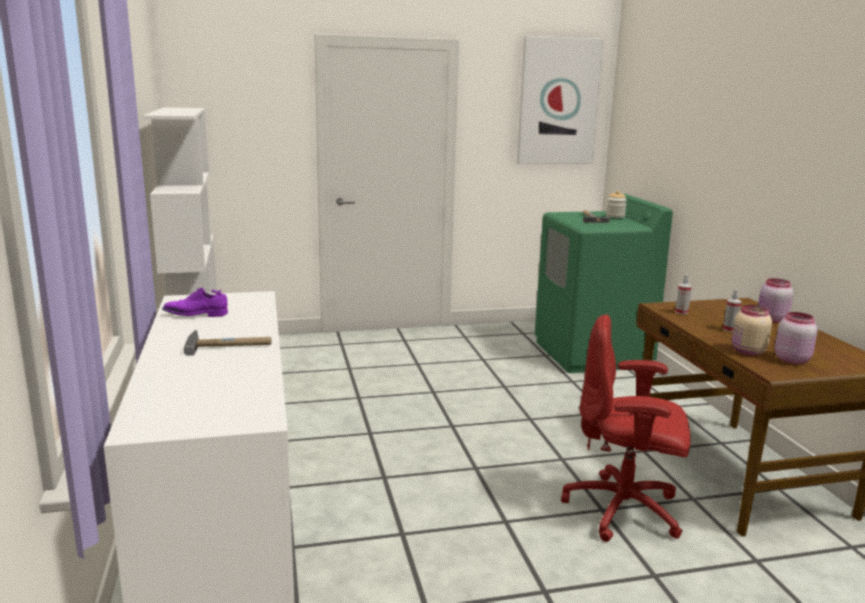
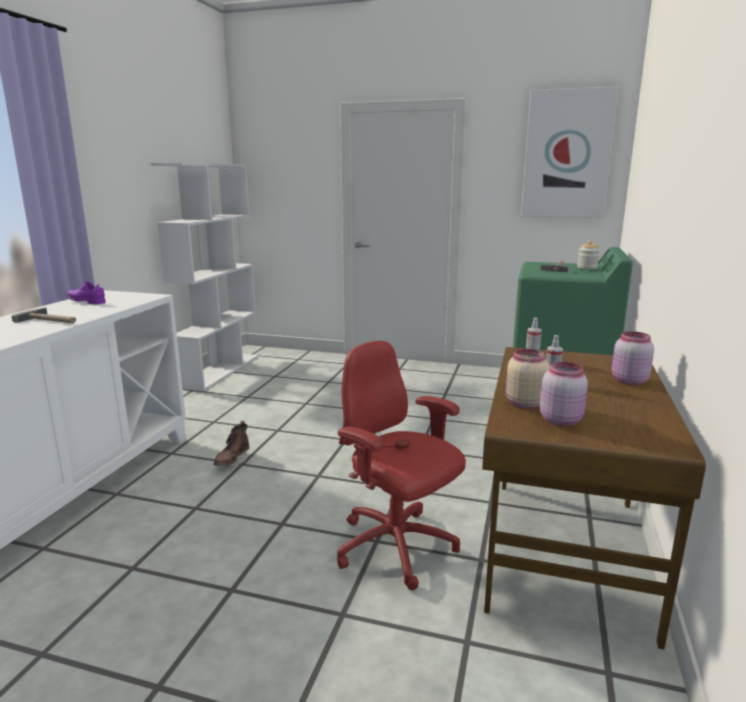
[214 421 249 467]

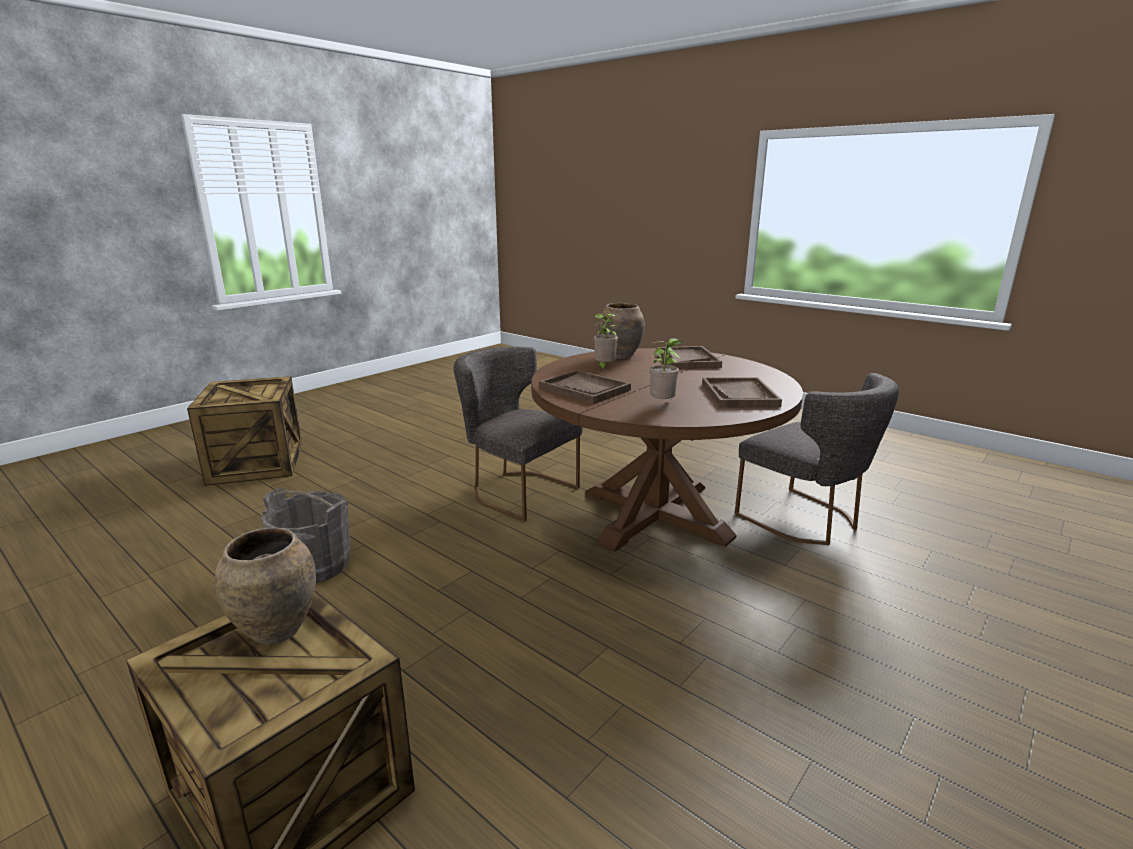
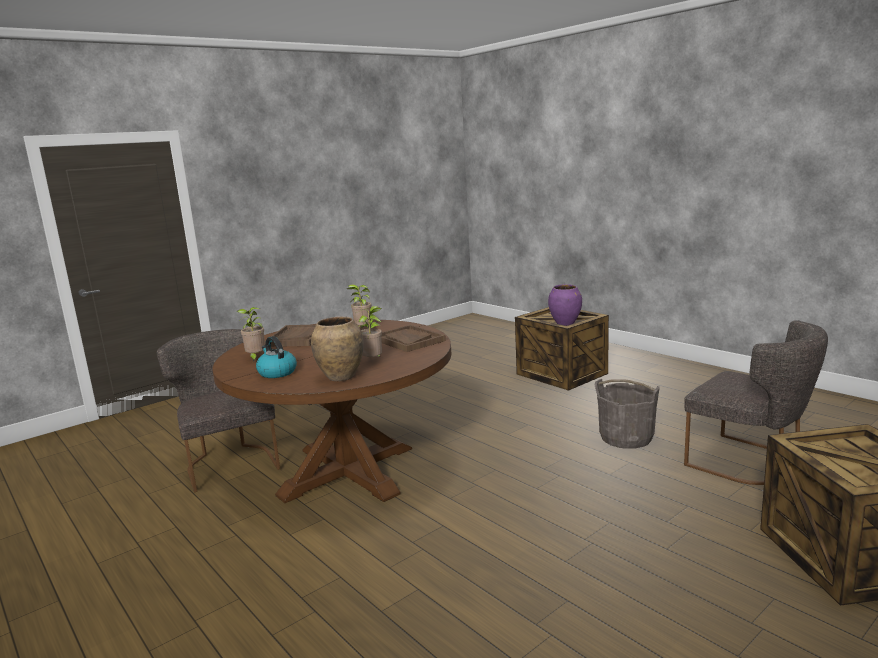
[256 336 297 378]
[684 320 828 485]
[548 284 582 326]
[237 307 265 362]

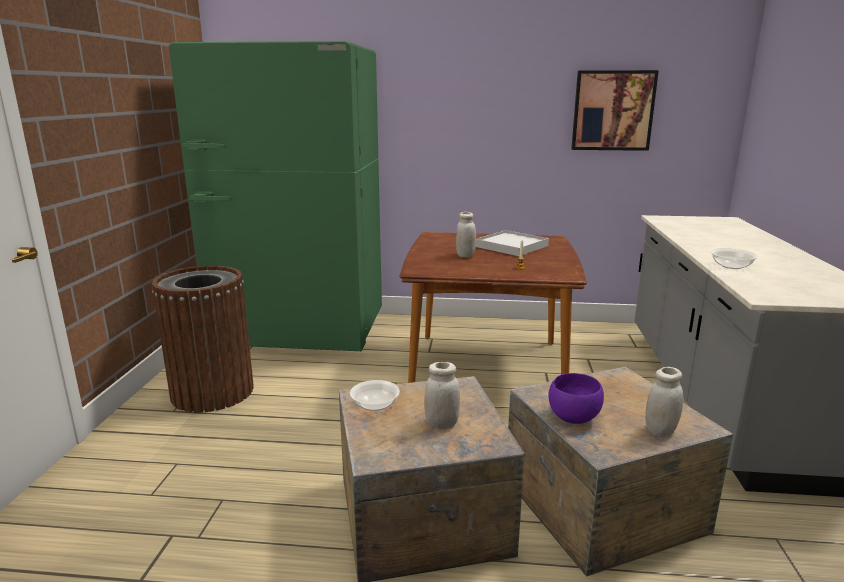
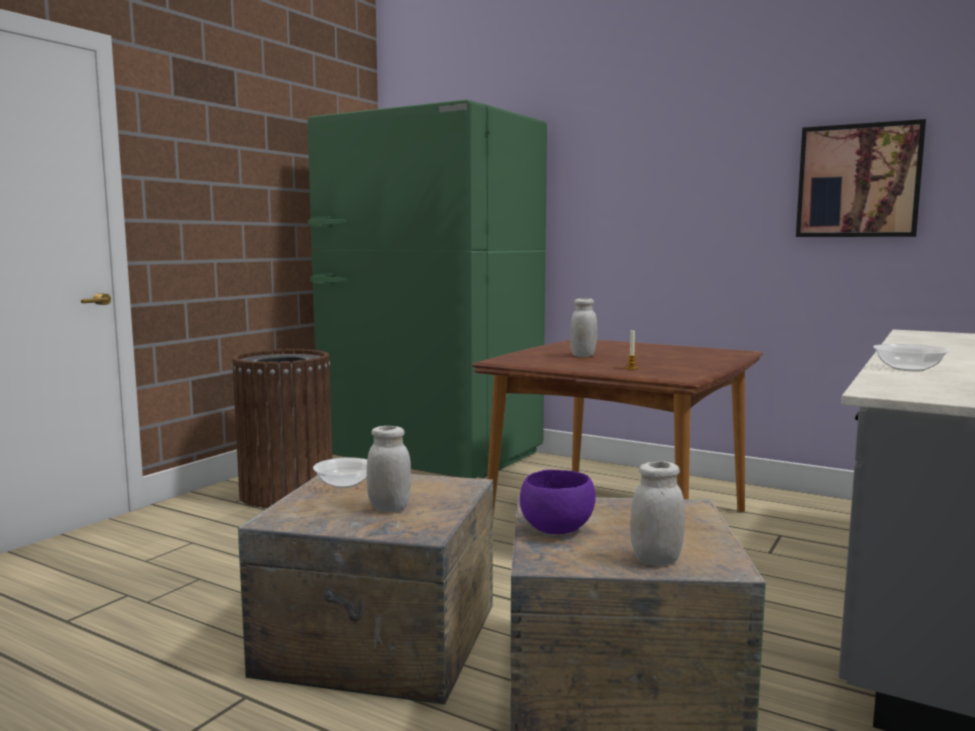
[475 230 549 256] (first image)

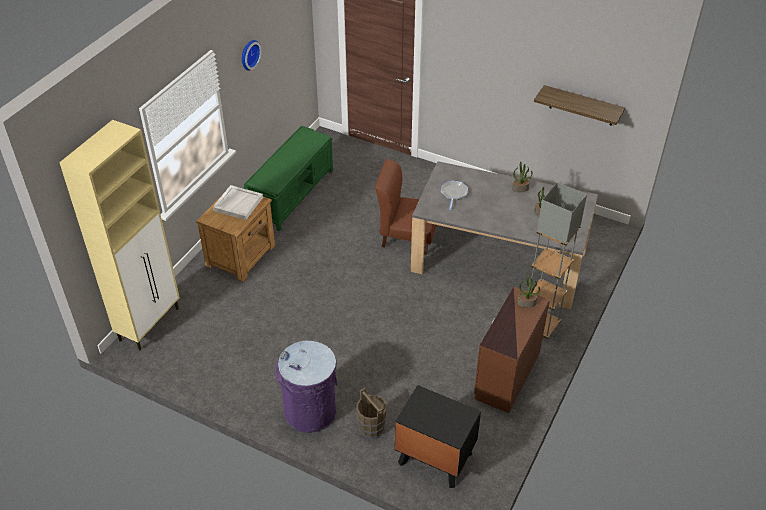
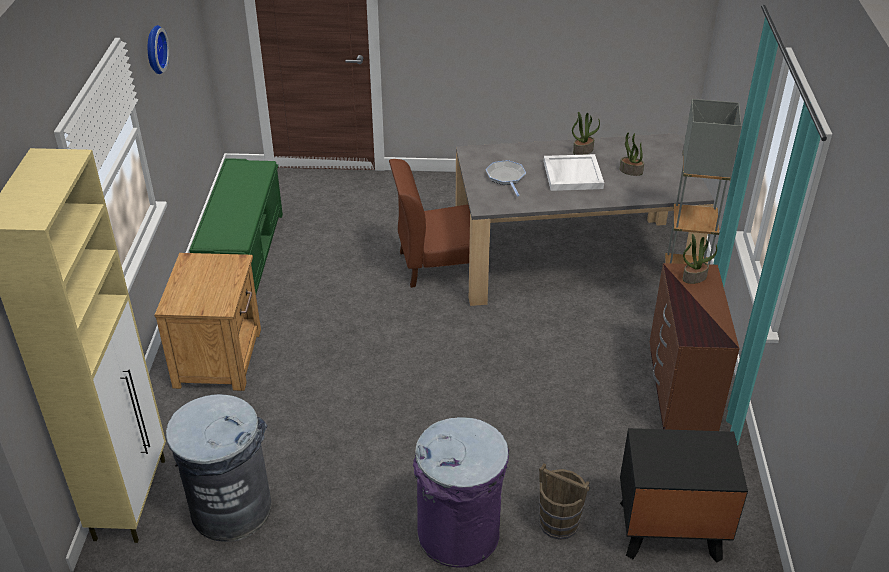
[534 85 625 126] (first image)
[544 154 604 191]
[166 394 271 542]

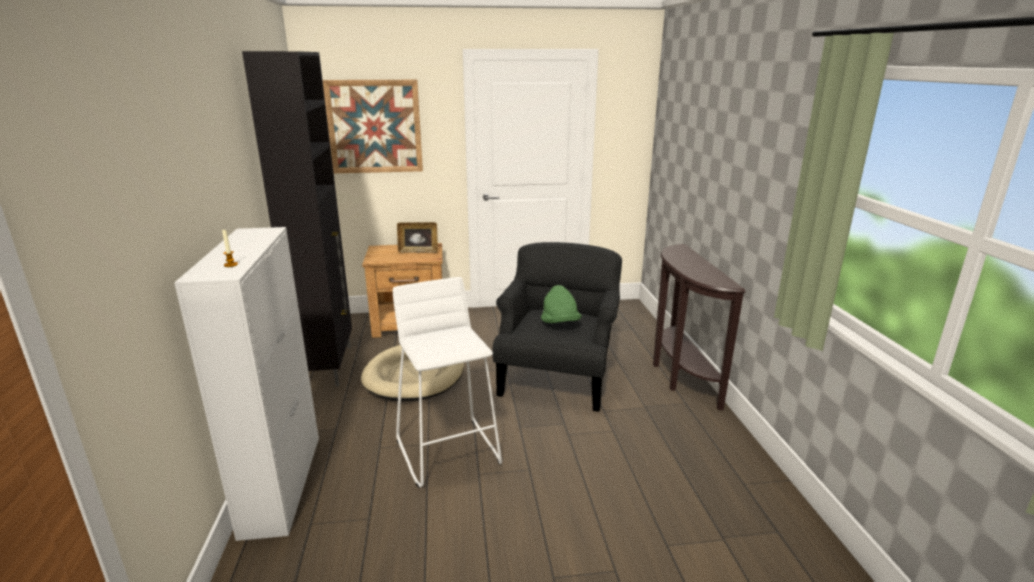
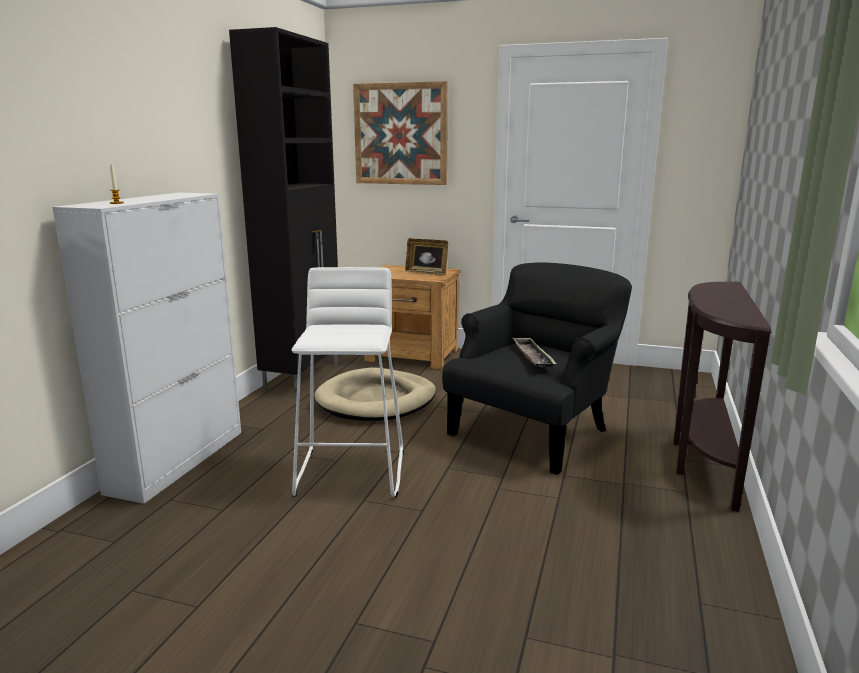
[512 337 557 368]

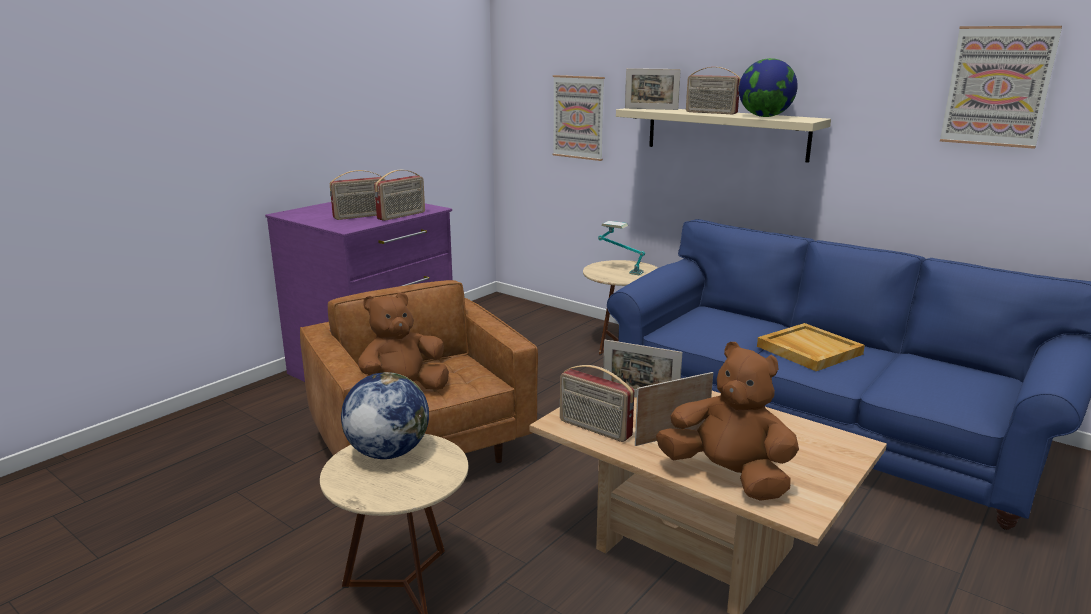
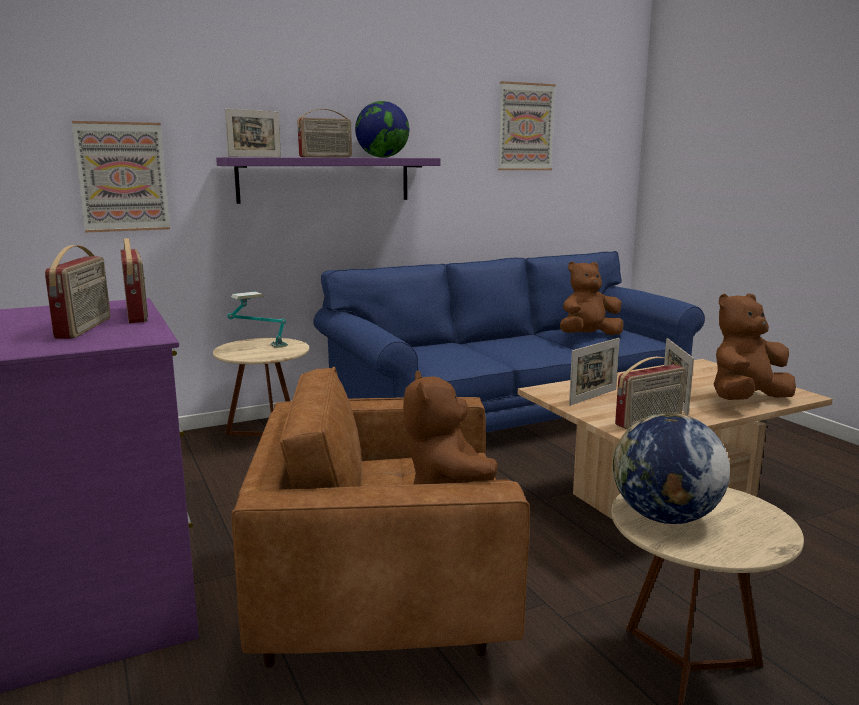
[216 157 440 204]
[757 323 865 371] (first image)
[560 261 623 335]

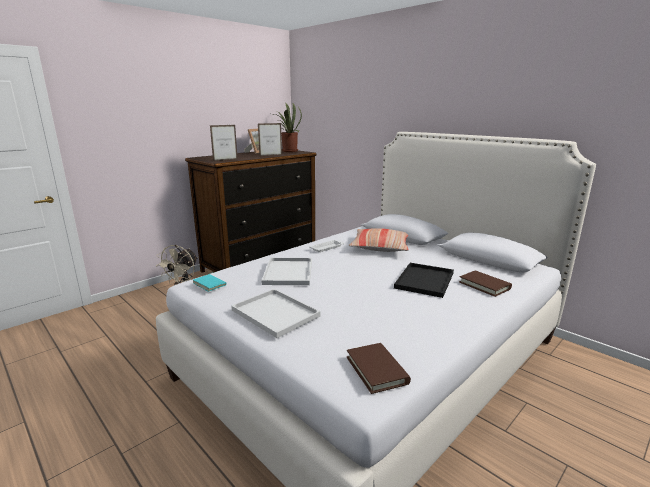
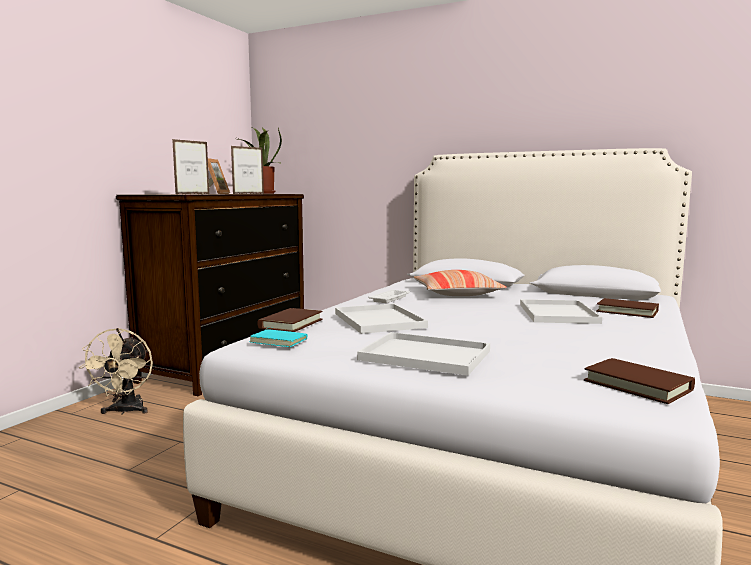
[520 299 602 324]
[257 308 323 332]

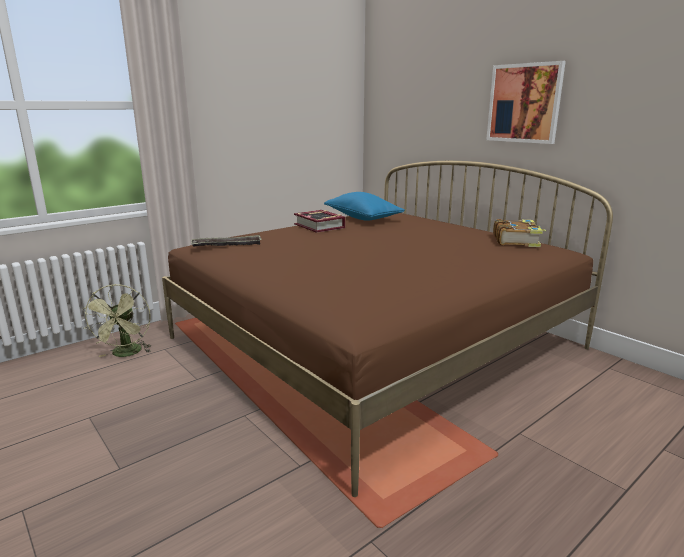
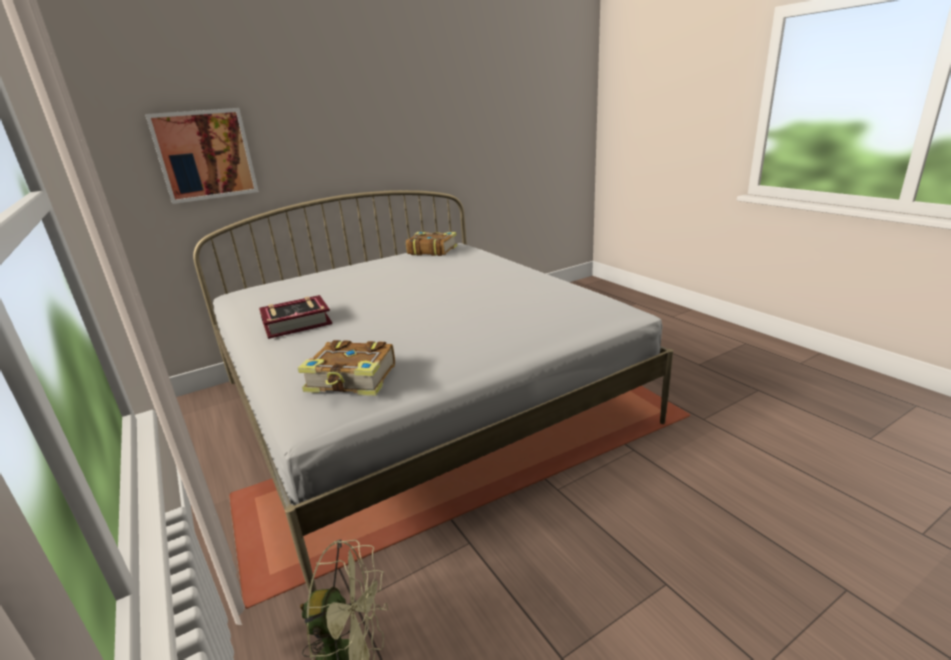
[145 108 259 204]
[193 190 673 593]
[324 192 405 221] (first image)
[298 340 395 396]

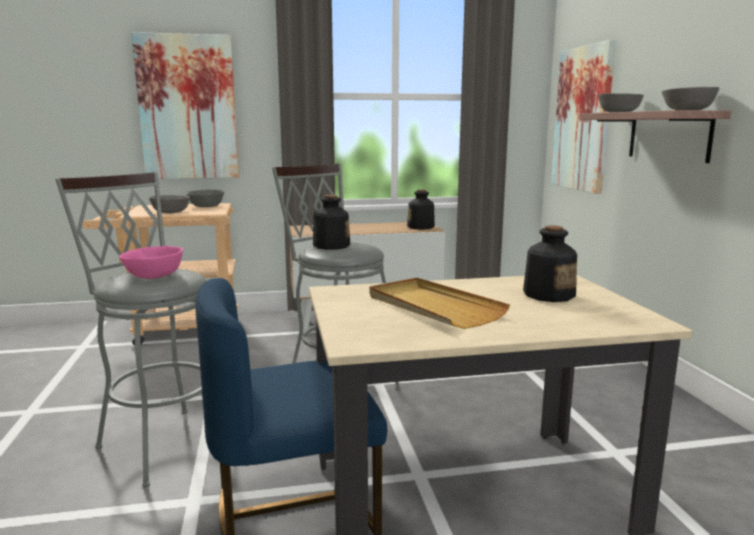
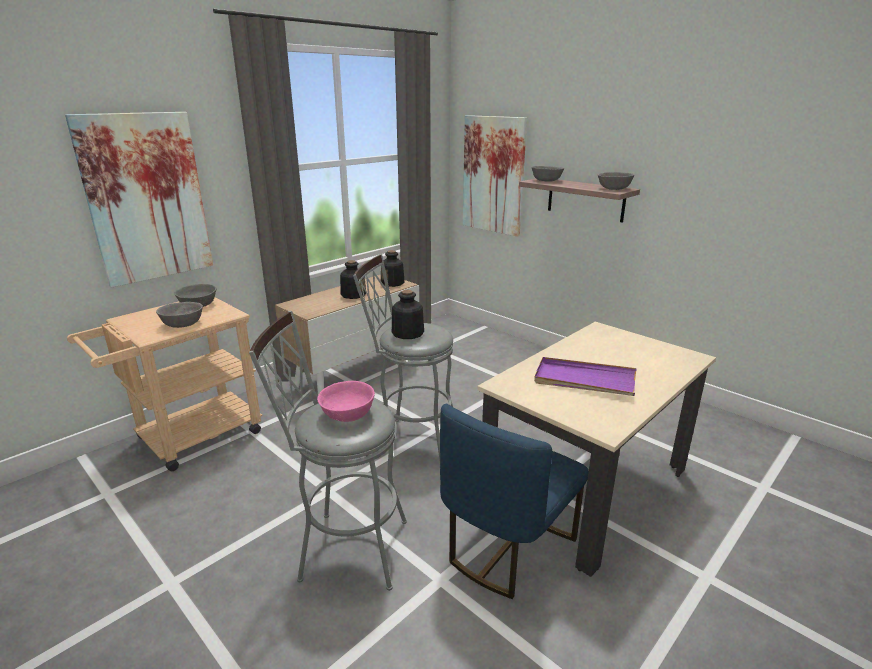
[340 260 366 299]
[534 357 637 396]

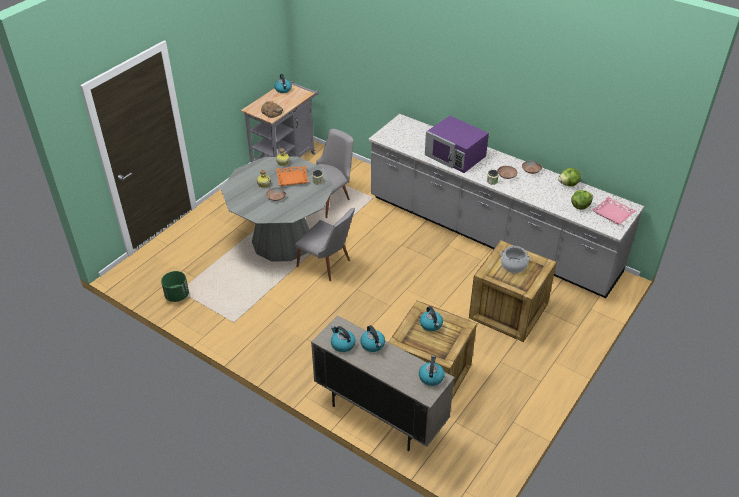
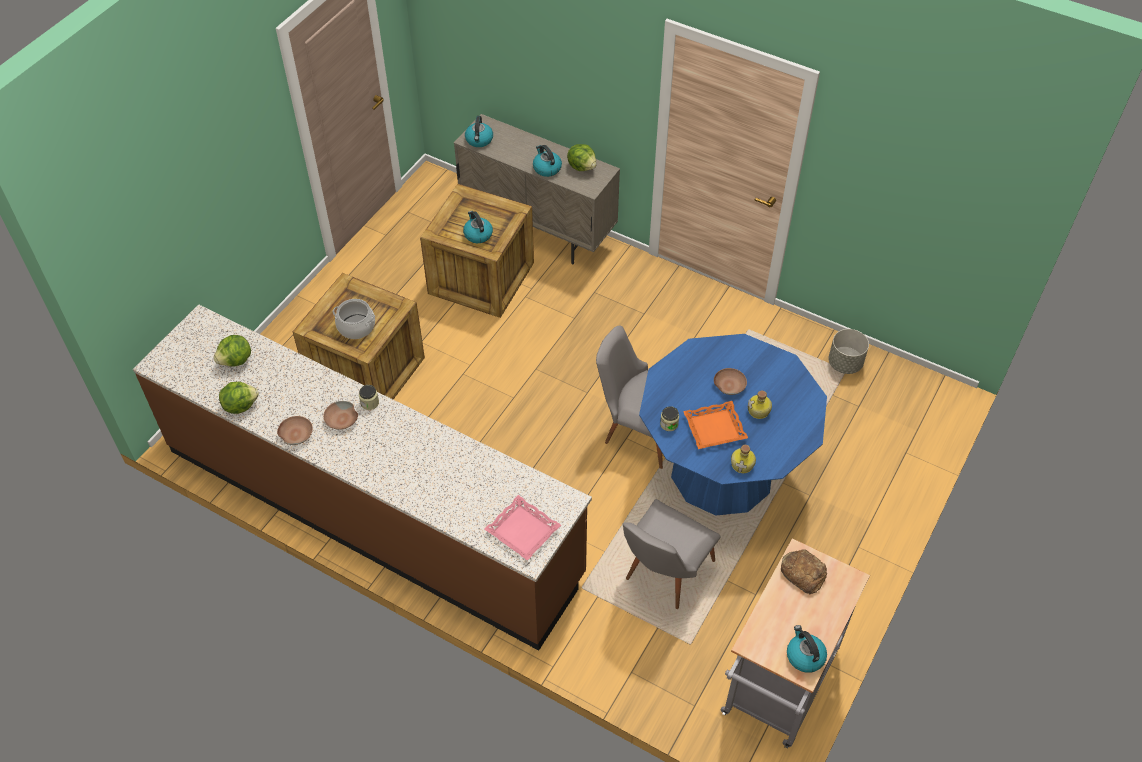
[133 304 592 651]
[425 116 489 173] (first image)
[639 334 827 516]
[485 495 561 561]
[829 329 869 374]
[567 144 596 171]

